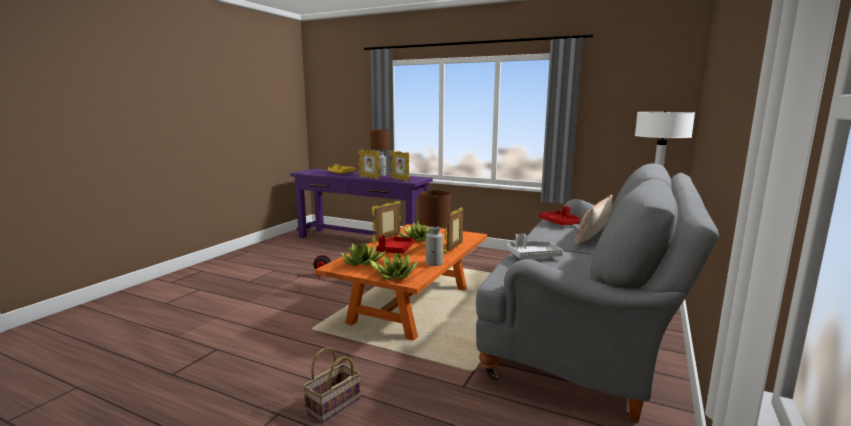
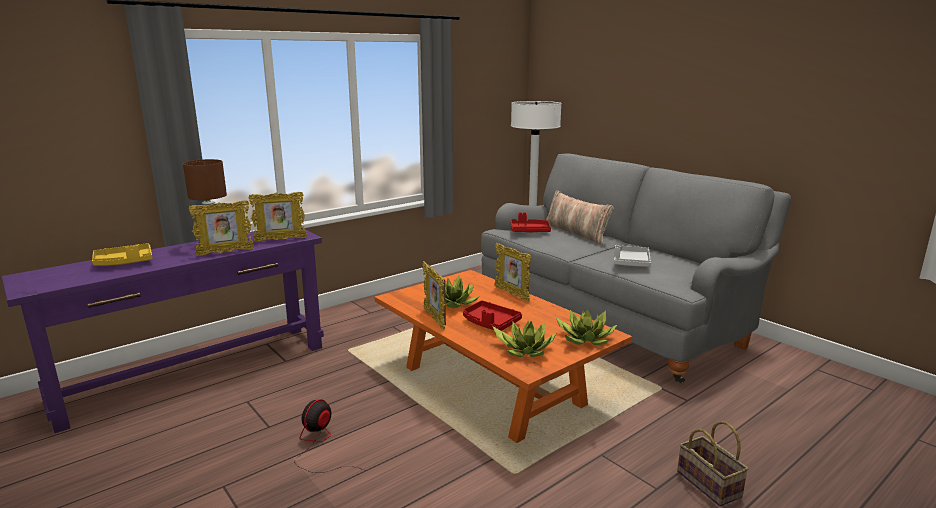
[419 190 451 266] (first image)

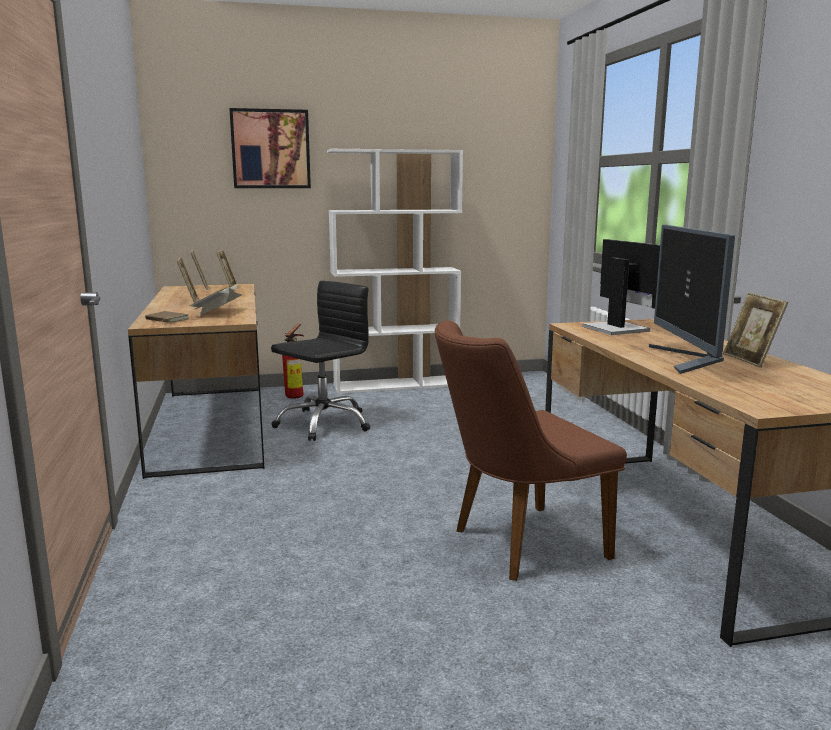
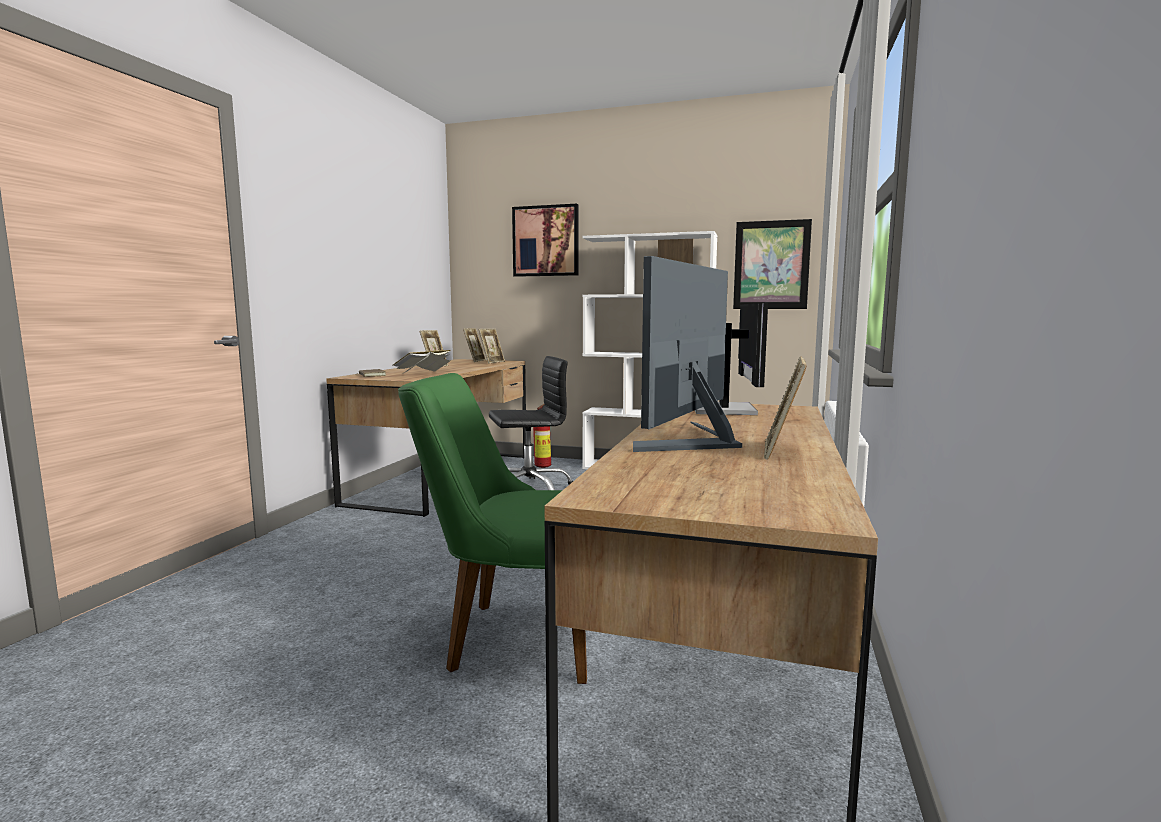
[398 373 587 684]
[733 219 812 309]

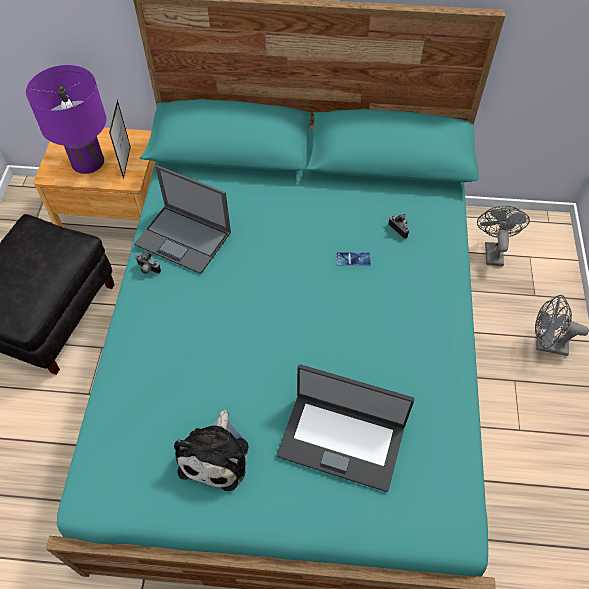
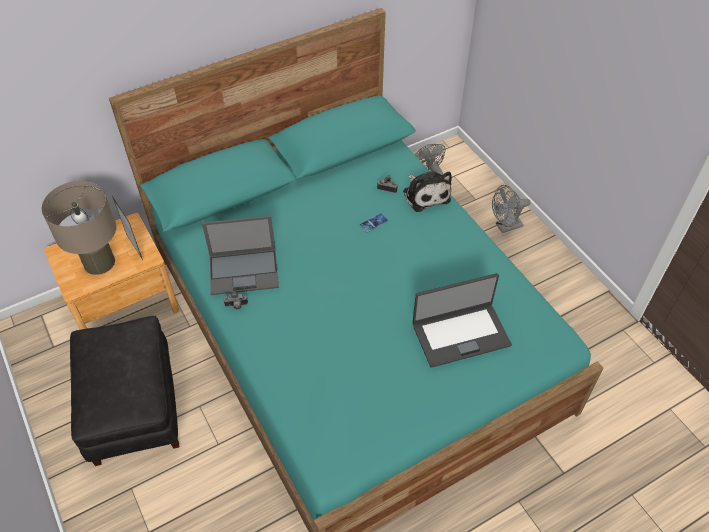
[42 181 116 275]
[403 171 452 212]

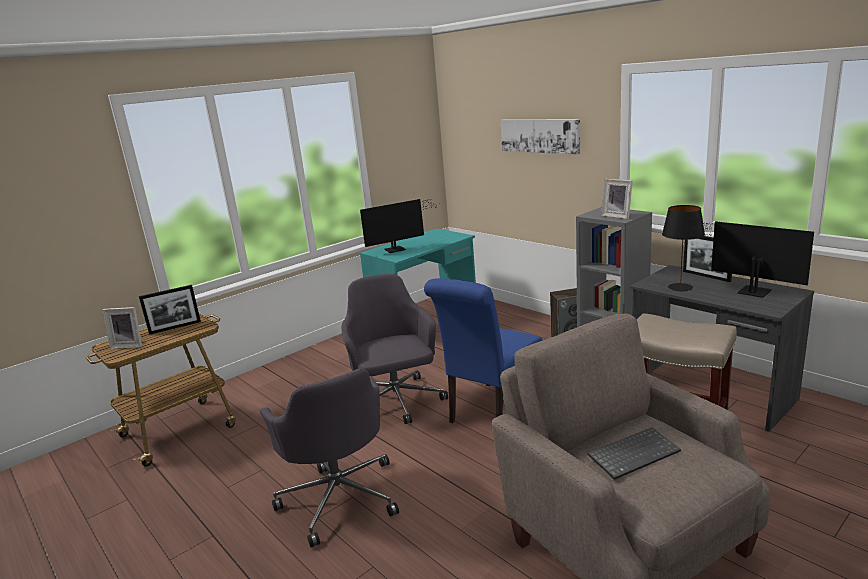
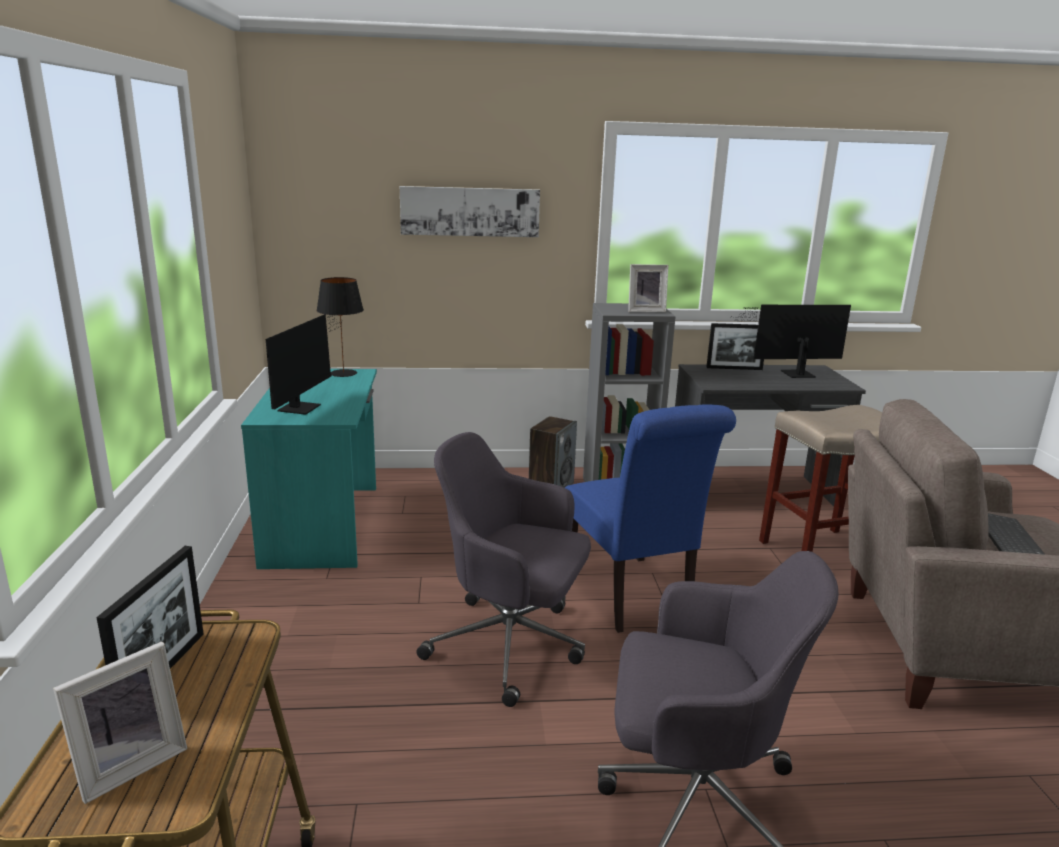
[316 277 364 377]

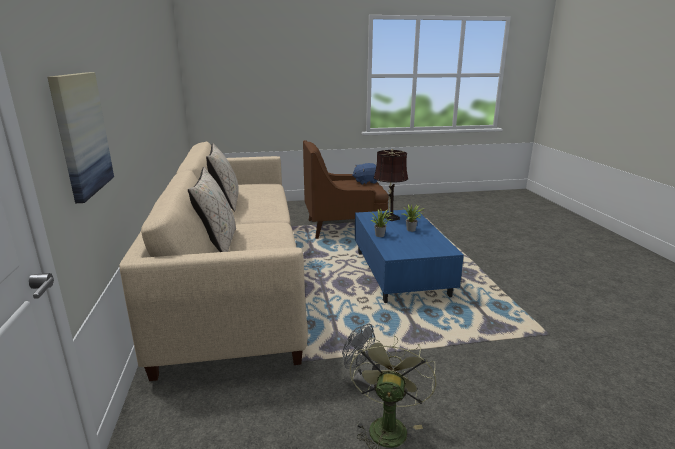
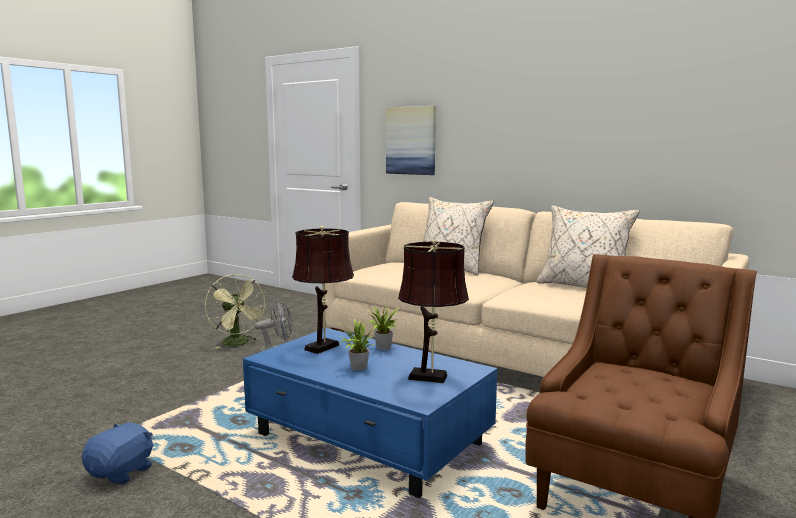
[82 422 153 484]
[292 226 354 354]

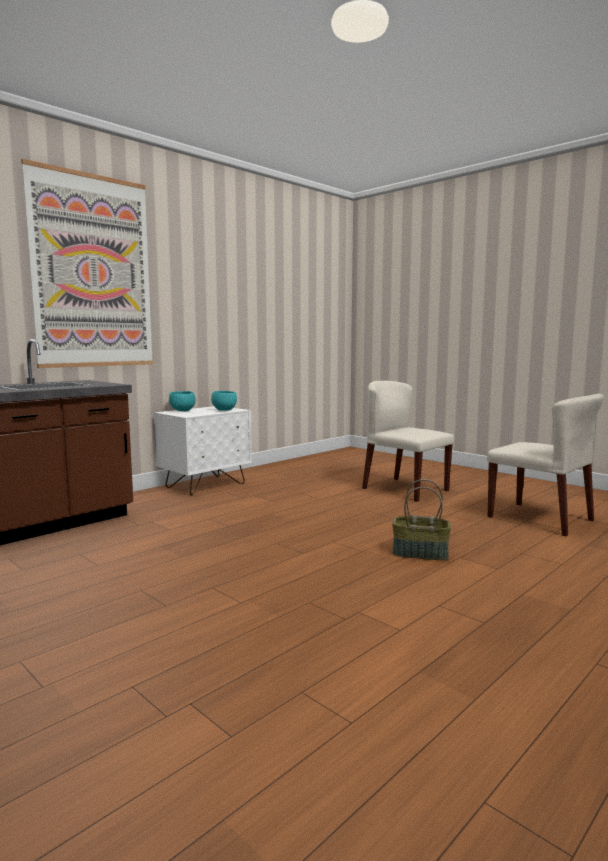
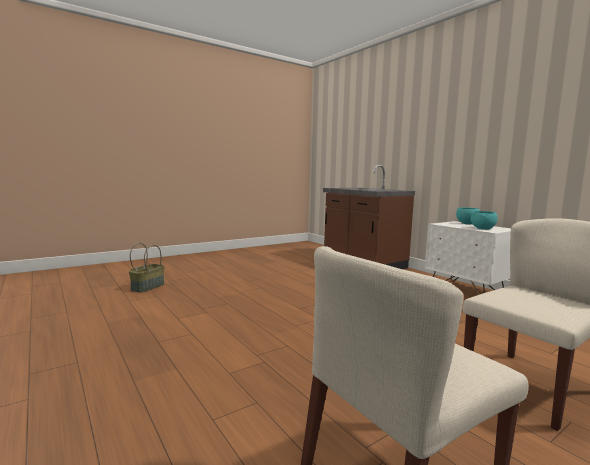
[21 159 153 368] (first image)
[129 243 165 293]

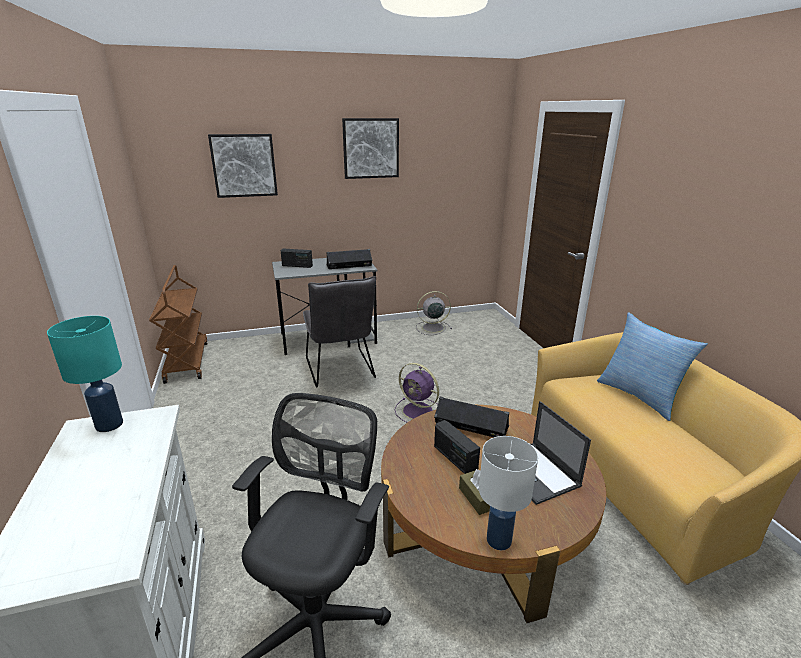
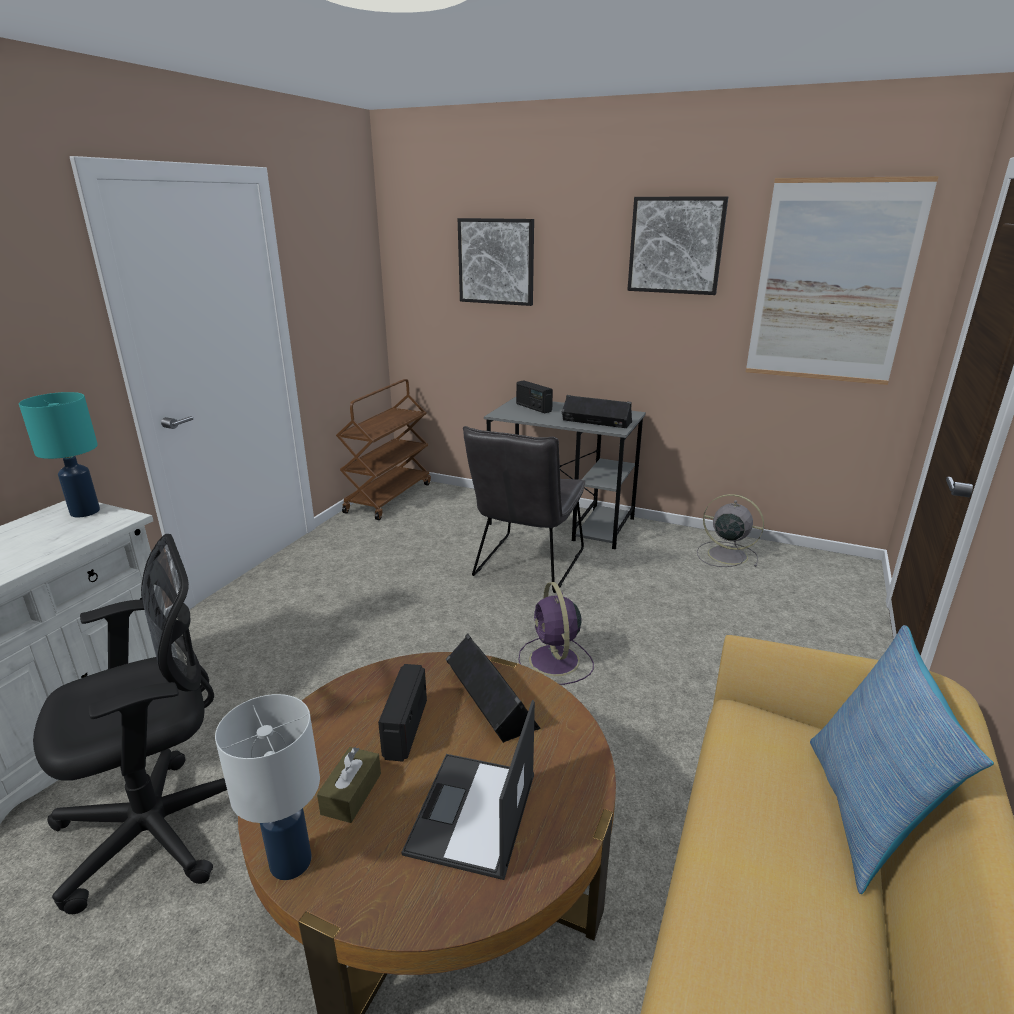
[746 176 939 385]

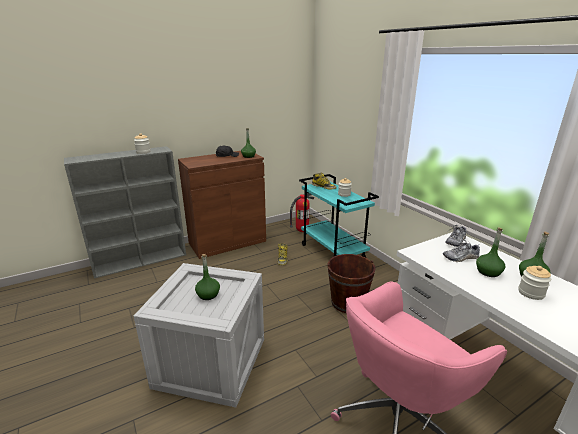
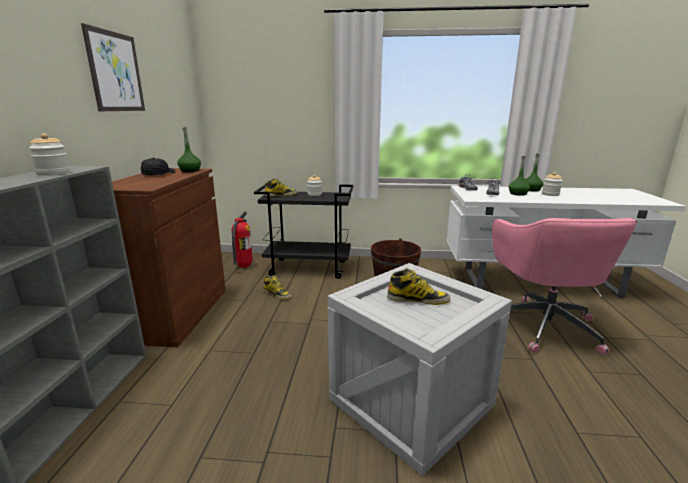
[254 184 354 279]
[387 268 451 305]
[81 23 145 111]

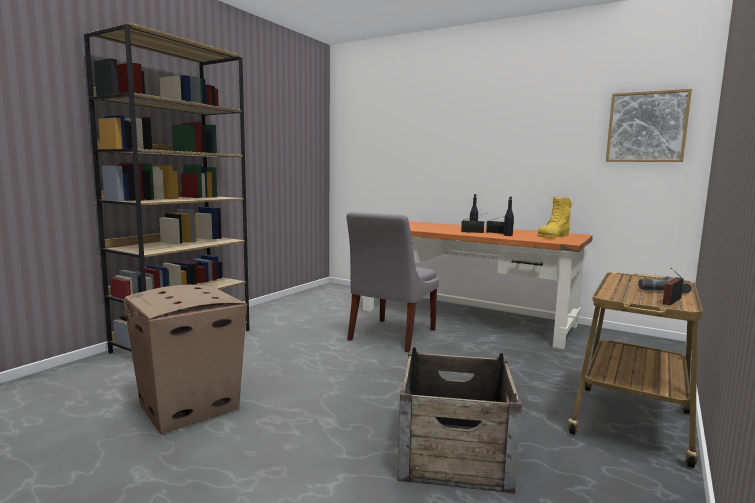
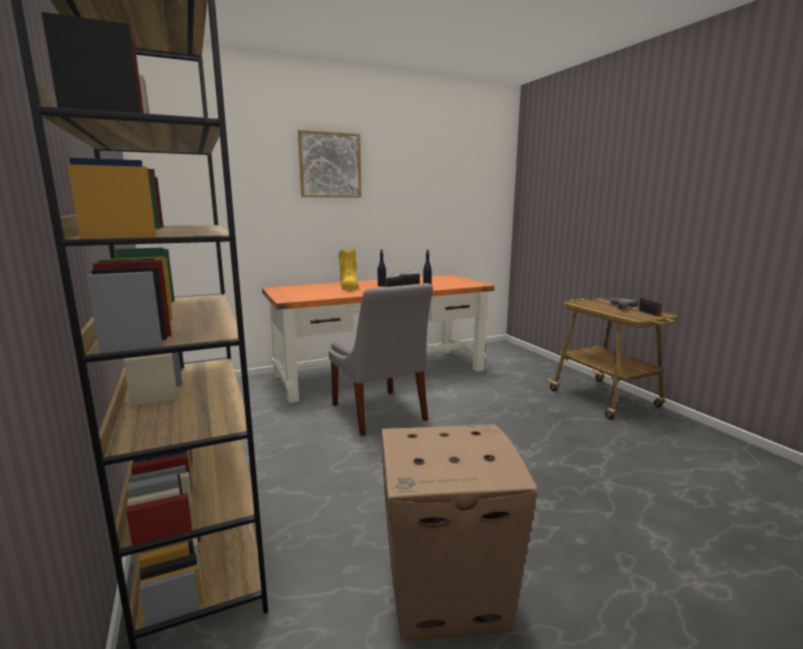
[298 130 361 197]
[338 250 359 290]
[398 347 522 494] (first image)

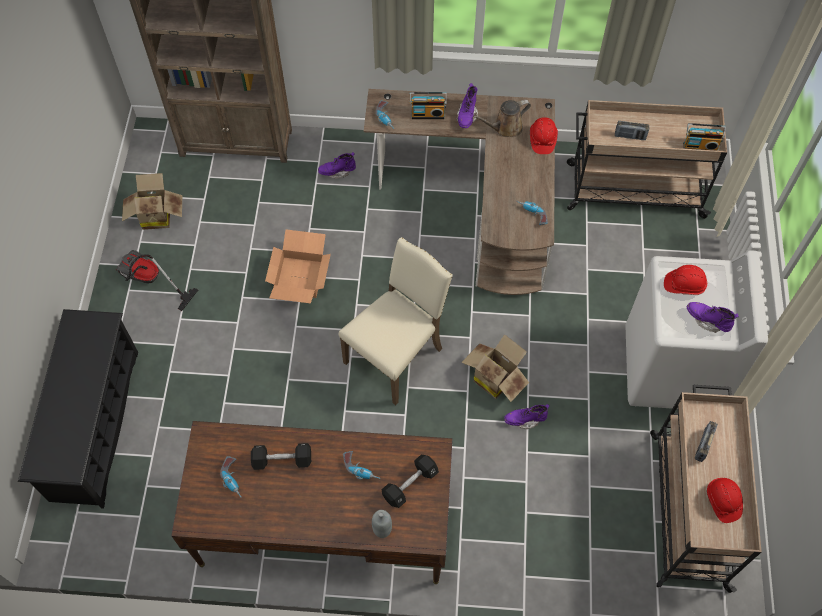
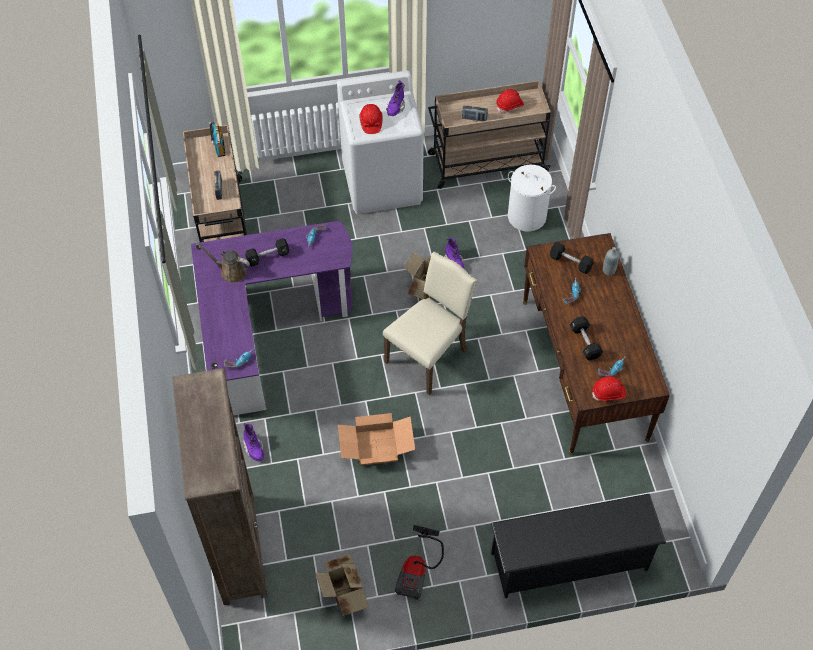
[456 83 478 128] (first image)
[191 221 353 415]
[410 92 447 119] (first image)
[196 243 250 283]
[592 376 626 401]
[383 251 477 395]
[508 165 556 231]
[245 238 289 267]

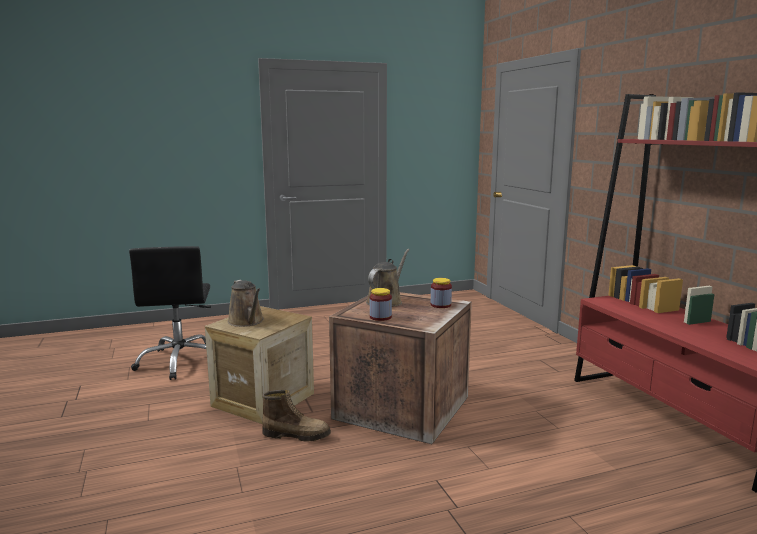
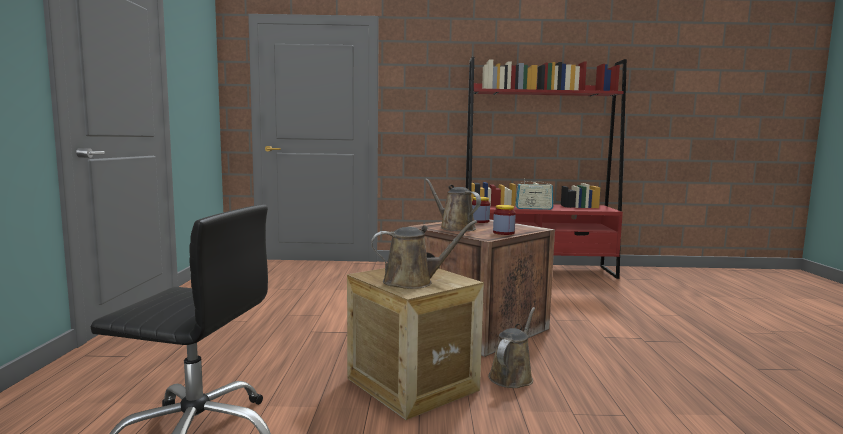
[488 307 535 388]
[515 178 553 210]

